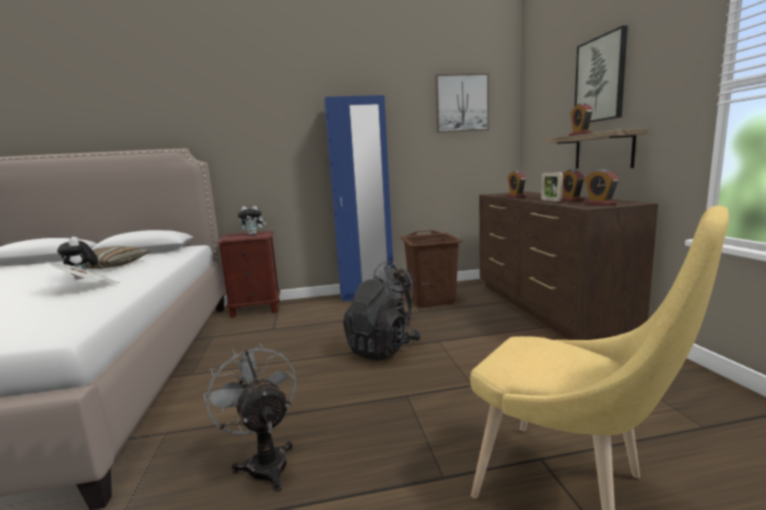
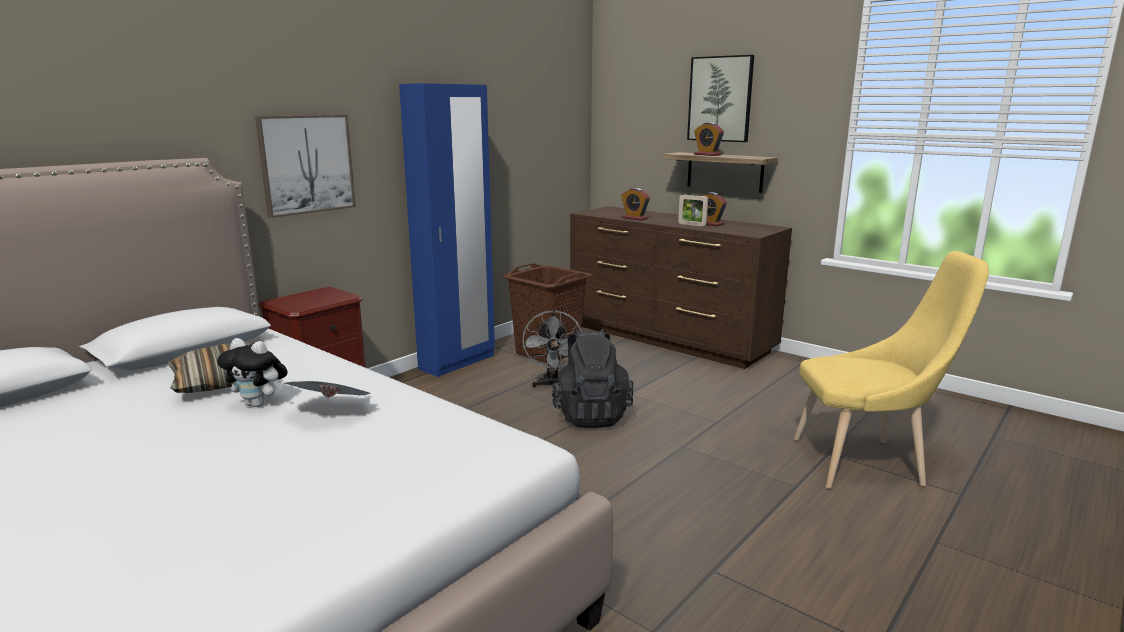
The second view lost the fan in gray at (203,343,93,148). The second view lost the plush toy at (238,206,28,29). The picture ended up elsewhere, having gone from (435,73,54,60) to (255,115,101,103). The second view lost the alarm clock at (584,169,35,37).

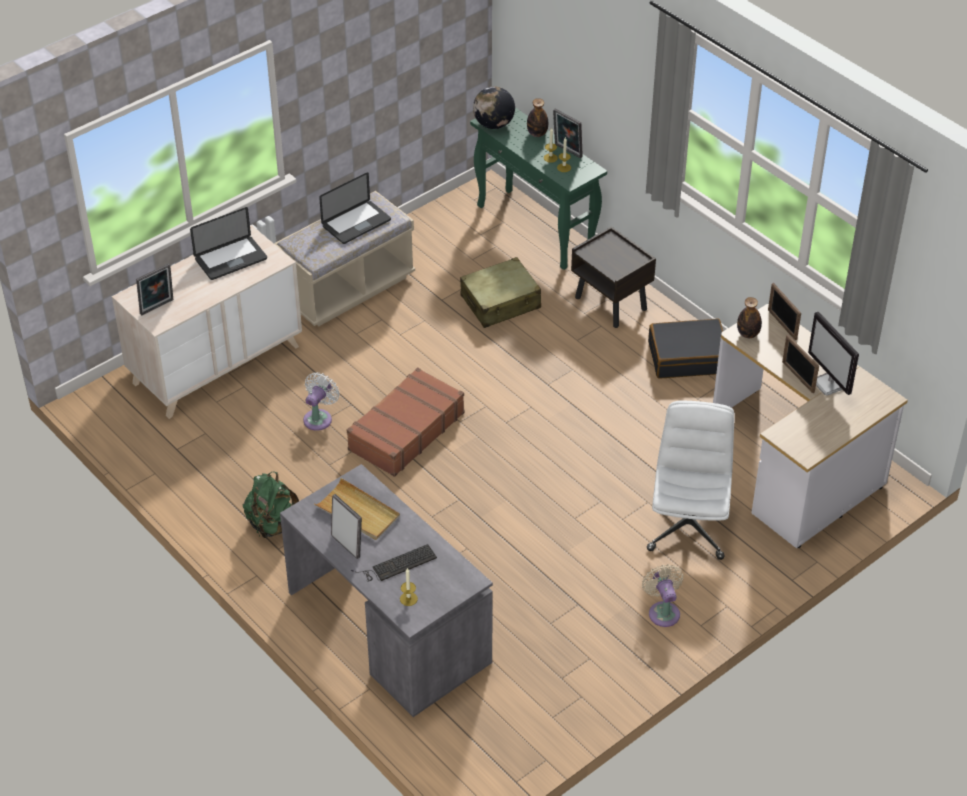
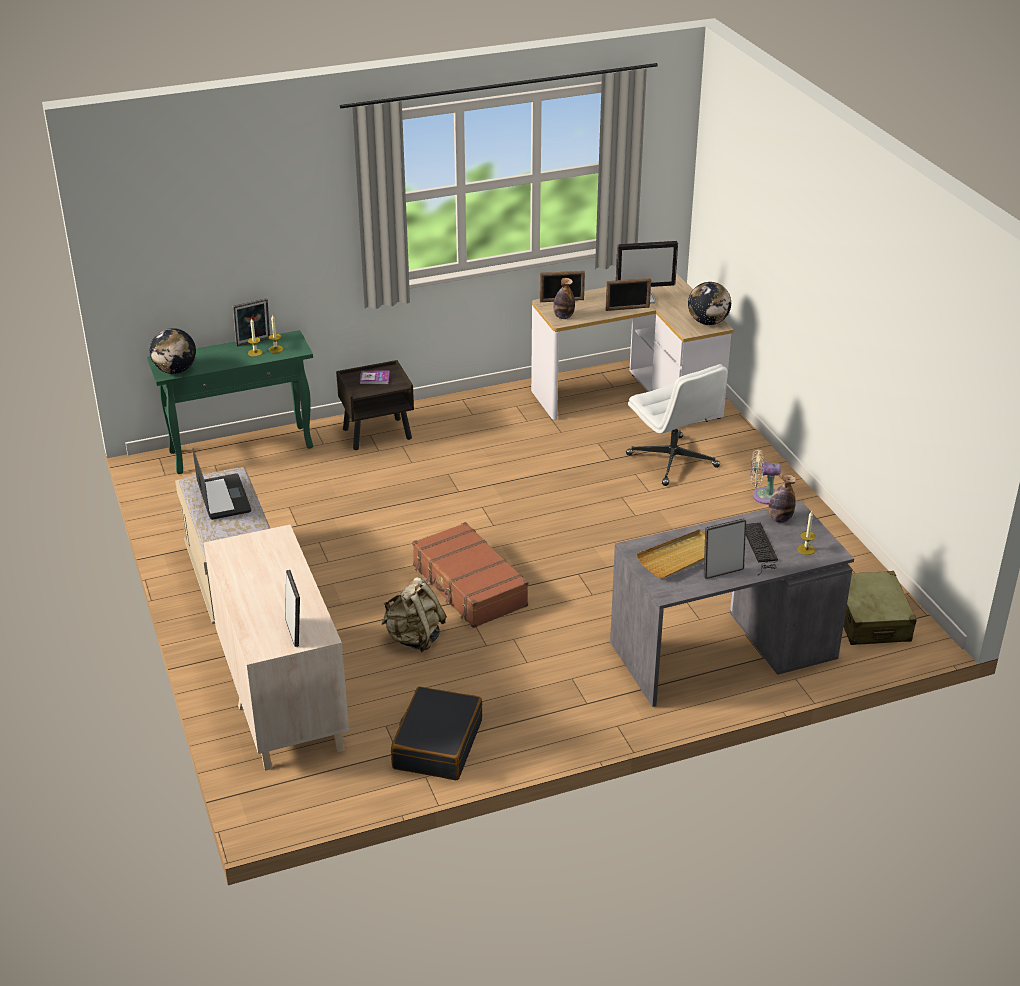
The second view lost the laptop at (190,207,77,73). The second view lost the rucksack in greenish at (243,471,56,68). Where the fan in white stood at (303,372,37,58), the rucksack in beige-coloured came to stand at (381,577,66,75). The suitcase in beige-coloured ended up elsewhere, having gone from (460,257,81,71) to (843,571,74,74). The drink bottle ended up elsewhere, having gone from (527,98,21,39) to (768,474,28,49). The office chair in white at (647,400,88,160) ended up facing another way, 150 degrees counterclockwise from before. The suitcase in blackish ended up elsewhere, having gone from (648,318,75,60) to (391,686,91,94). The second view gained the volume at (360,371,30,13). The second view gained the desk globe at (688,282,43,43).

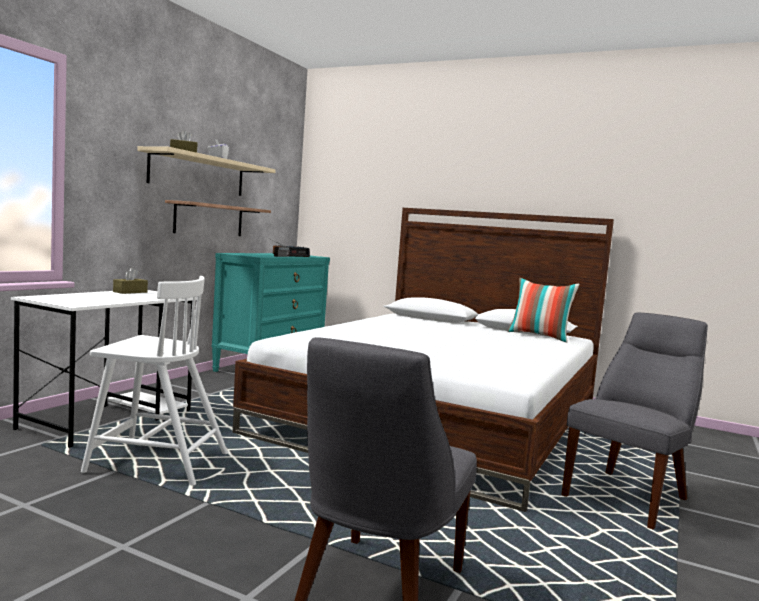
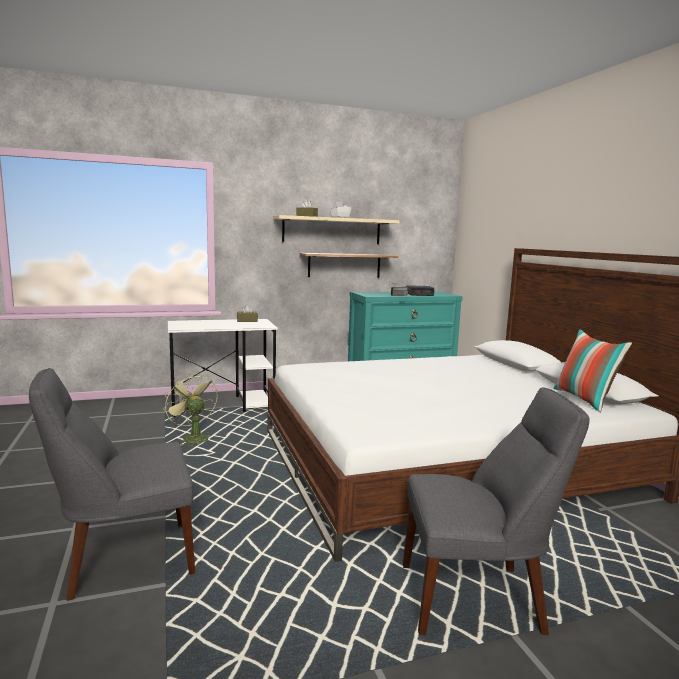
Where the upright chair in white stood at (81,276,147,209), the fan in greenish came to stand at (163,373,55,74).

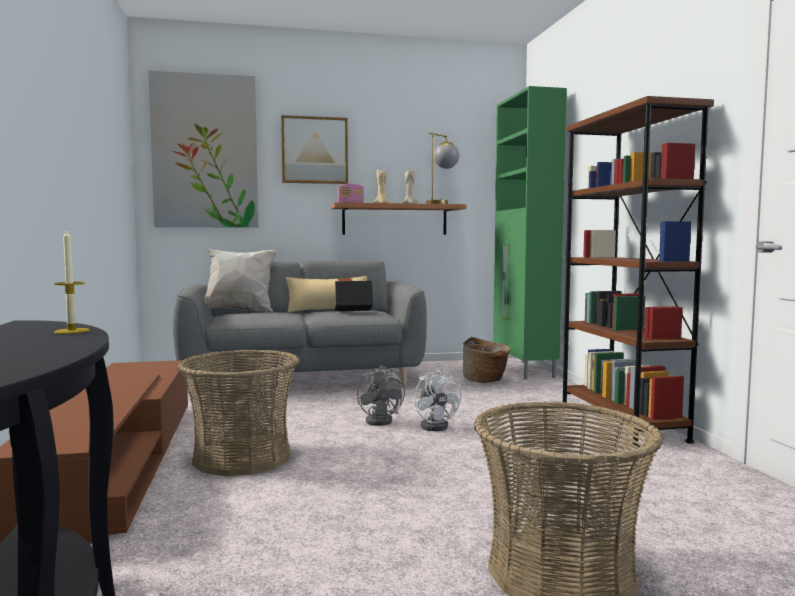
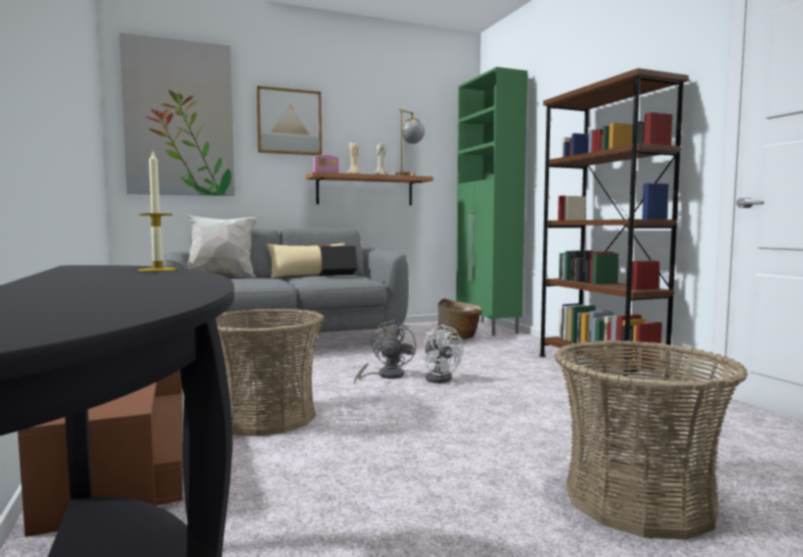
The fan in gray at (357,365,48,61) ended up facing another way, 135 degrees counterclockwise from before.

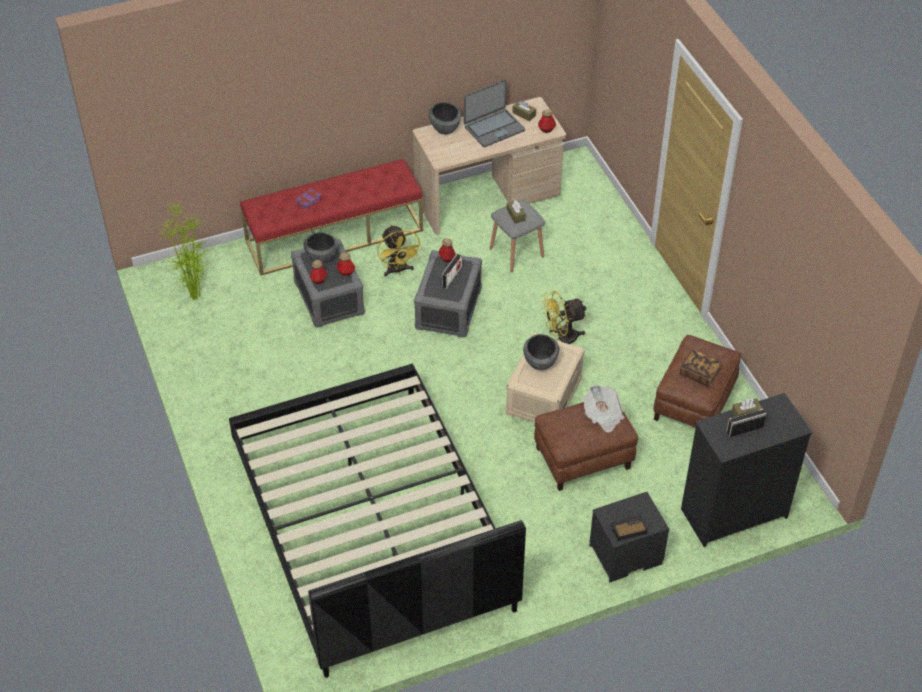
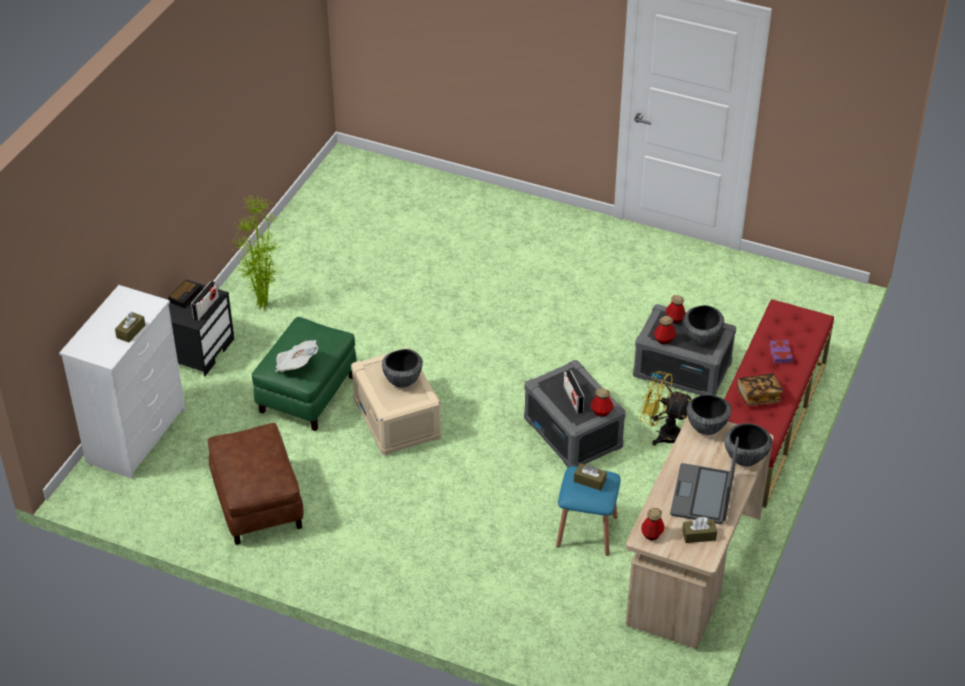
The houseplant ended up elsewhere, having gone from (160,202,47,98) to (231,195,52,116). The second view lost the bed in blackish at (229,364,297,314). What was the stool seat in gray at (490,200,55,72) turned into the stool seat in blue-coloured at (556,466,65,90). What was the footrest in brownish at (534,402,104,89) turned into the footrest in greenish at (251,317,106,114). The second view lost the fan in yellow at (542,291,45,53). The volume ended up elsewhere, having gone from (680,349,41,38) to (737,373,46,33). What was the chest of drawers in blackish at (681,393,132,154) turned into the chest of drawers in white at (59,285,127,194). The radio set ended up elsewhere, having gone from (726,409,40,28) to (191,281,28,40). The second view gained the serving bowl at (686,394,45,41).

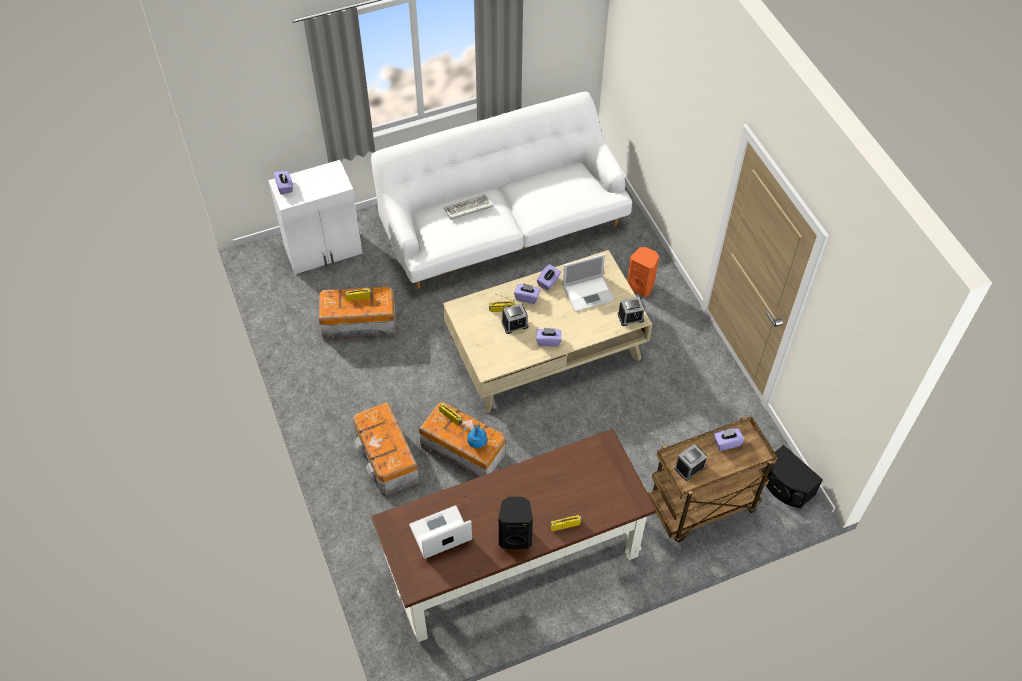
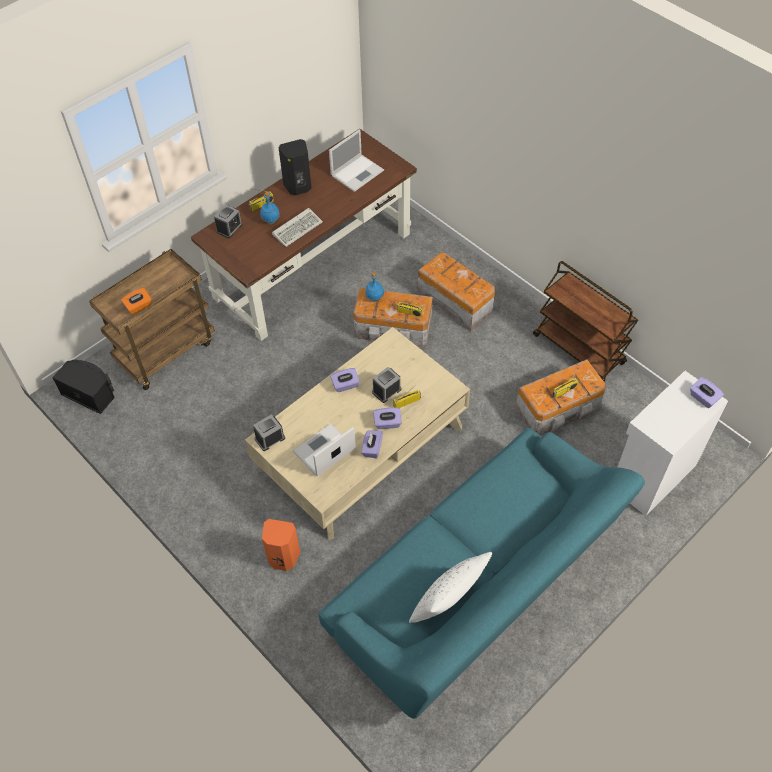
What was the sofa in white at (371,92,261,197) turned into the sofa in turquoise at (319,428,326,291). The keyboard ended up elsewhere, having gone from (444,195,49,25) to (272,208,51,39). The alarm clock ended up elsewhere, having gone from (674,444,33,37) to (214,204,29,35). What was the box of tissues in purple at (713,428,32,23) turned into the box of tissues in orangey at (121,288,31,27). The second view gained the drink bottle in blue-coloured at (260,192,20,32). The second view gained the throw pillow in white at (409,552,83,71). The second view gained the wheeled cart in brownish at (533,261,105,120).

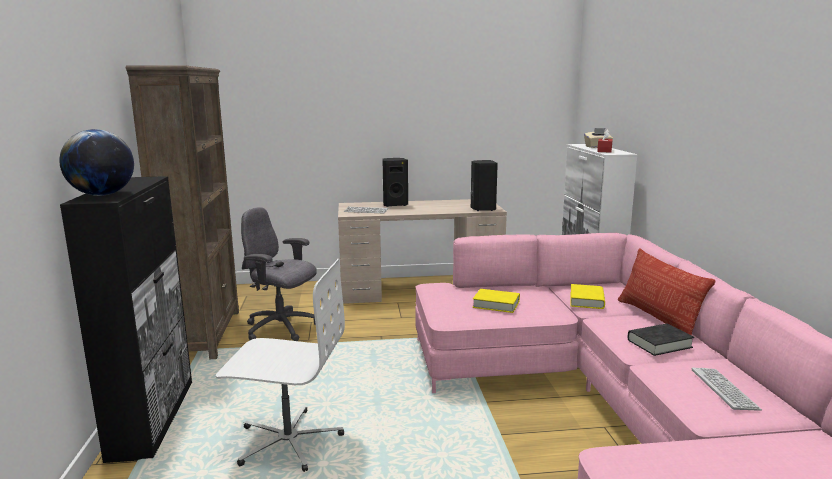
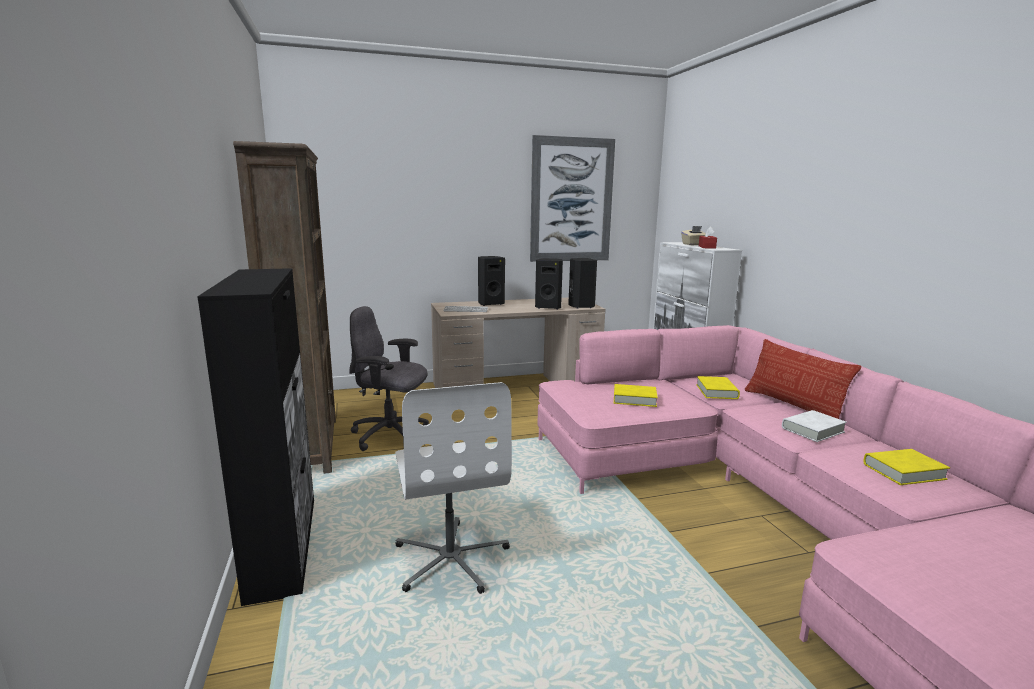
The second view lost the desk globe at (59,129,75,67). The office chair in white at (216,259,129,213) ended up facing another way, 75 degrees clockwise from before. What was the volume in blackish at (627,324,67,32) turned into the volume in white at (782,410,65,32). Where the keyboard stood at (692,368,70,43), the volume in yellow came to stand at (863,449,87,36). The second view gained the picture at (530,135,85,127). The second view gained the audio speaker in blackish at (535,258,28,51).

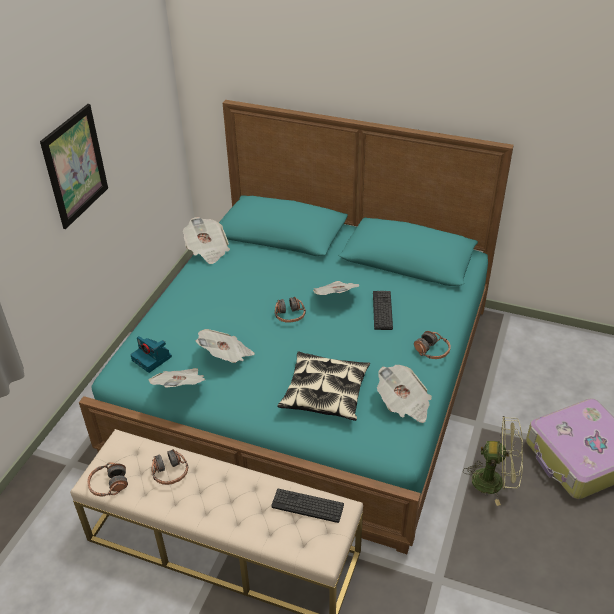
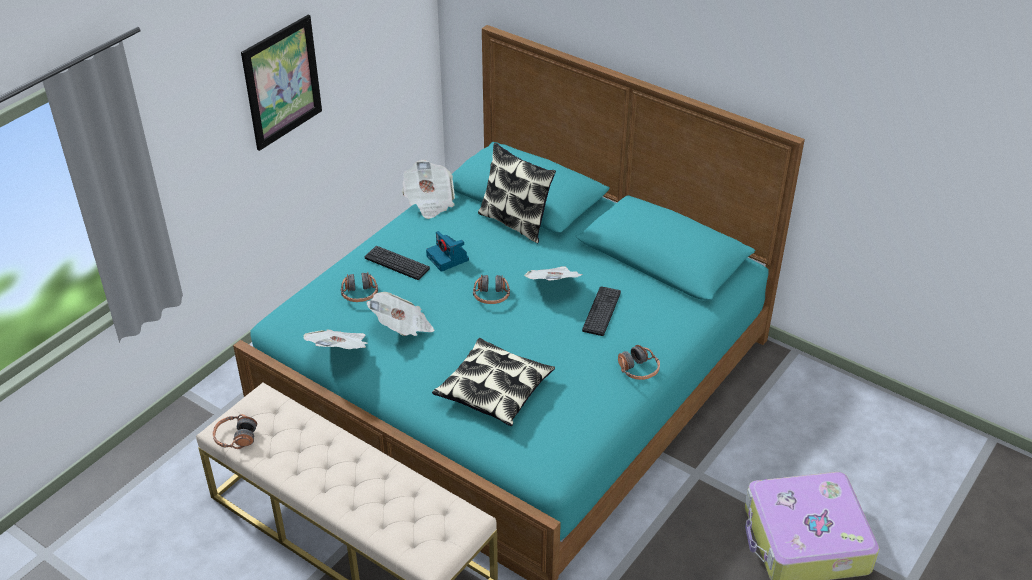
The still camera ended up elsewhere, having gone from (131,336,41,37) to (426,231,43,41). The pair of headphones ended up elsewhere, having gone from (151,449,37,36) to (341,272,37,30). The keyboard ended up elsewhere, having gone from (271,489,73,34) to (365,246,65,34). The second view lost the printed paper at (377,365,55,58). The second view lost the fan in greenish at (463,416,60,90). The second view gained the throw pillow at (478,143,78,100).

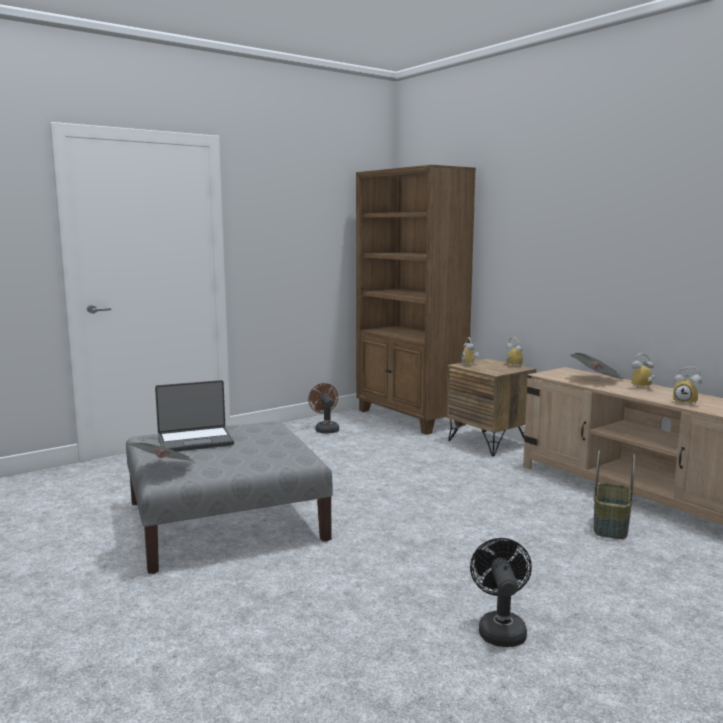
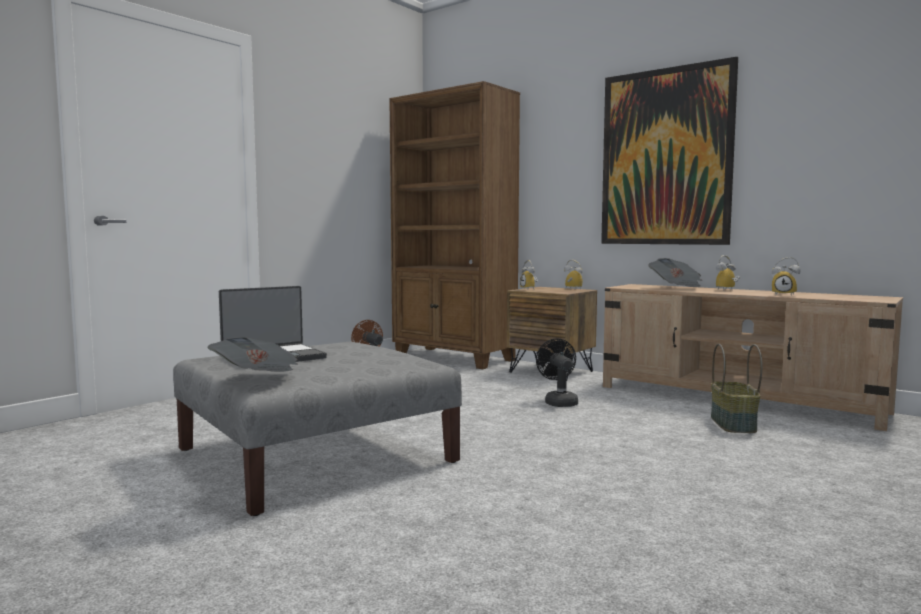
The fan in blackish ended up elsewhere, having gone from (470,538,62,109) to (536,339,42,68). The second view gained the picture at (601,57,137,188).

